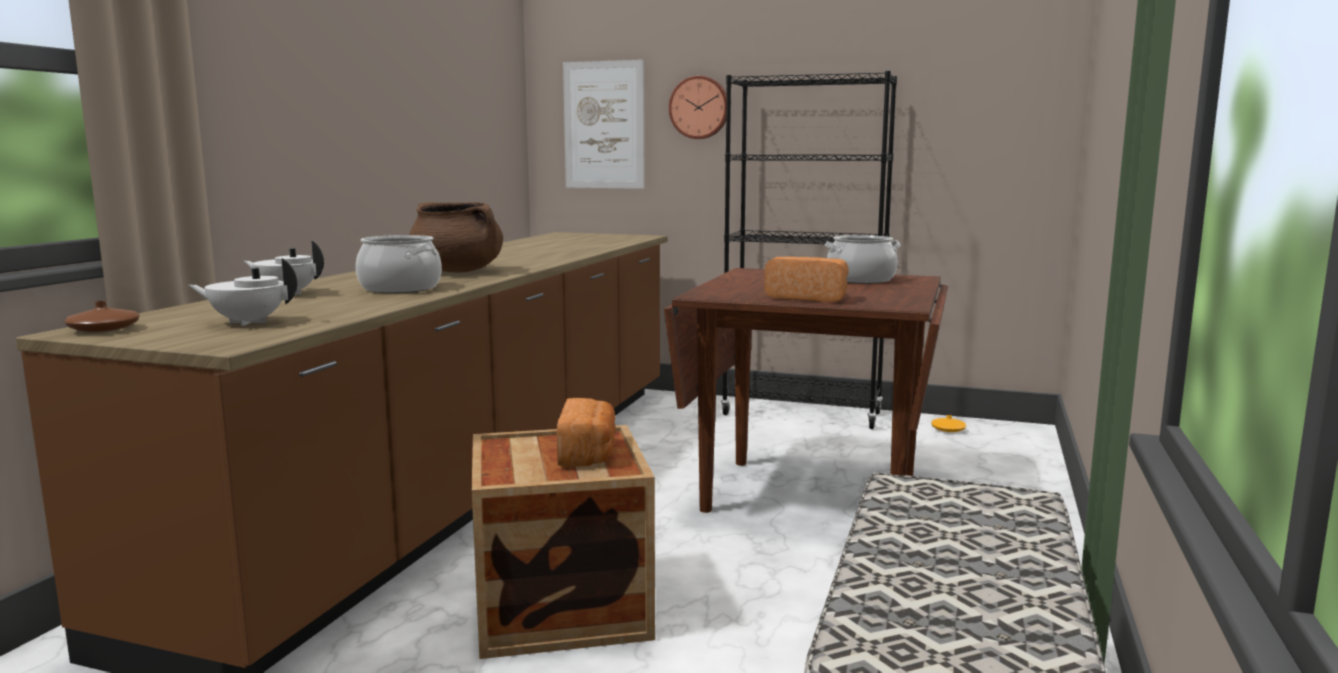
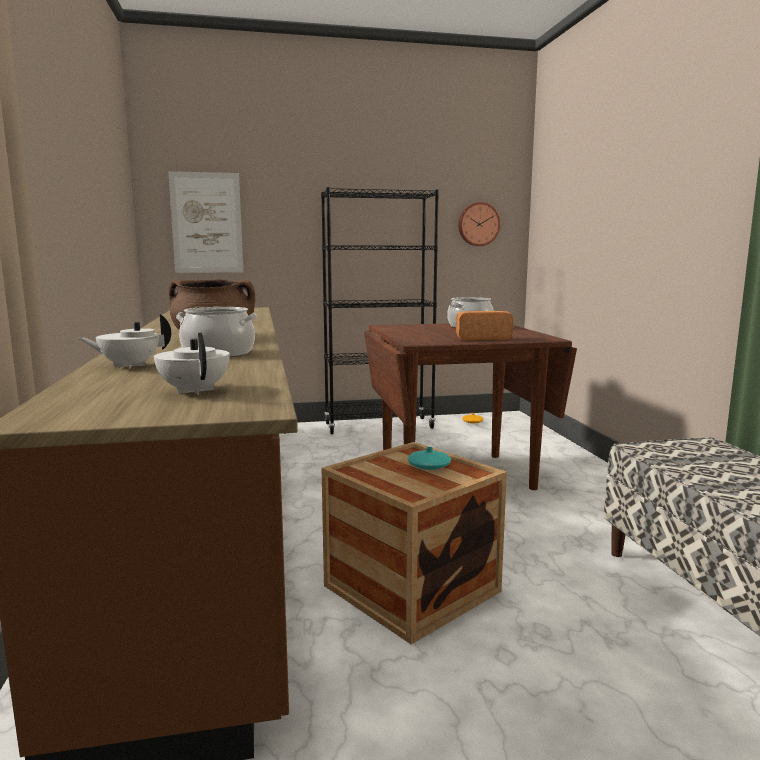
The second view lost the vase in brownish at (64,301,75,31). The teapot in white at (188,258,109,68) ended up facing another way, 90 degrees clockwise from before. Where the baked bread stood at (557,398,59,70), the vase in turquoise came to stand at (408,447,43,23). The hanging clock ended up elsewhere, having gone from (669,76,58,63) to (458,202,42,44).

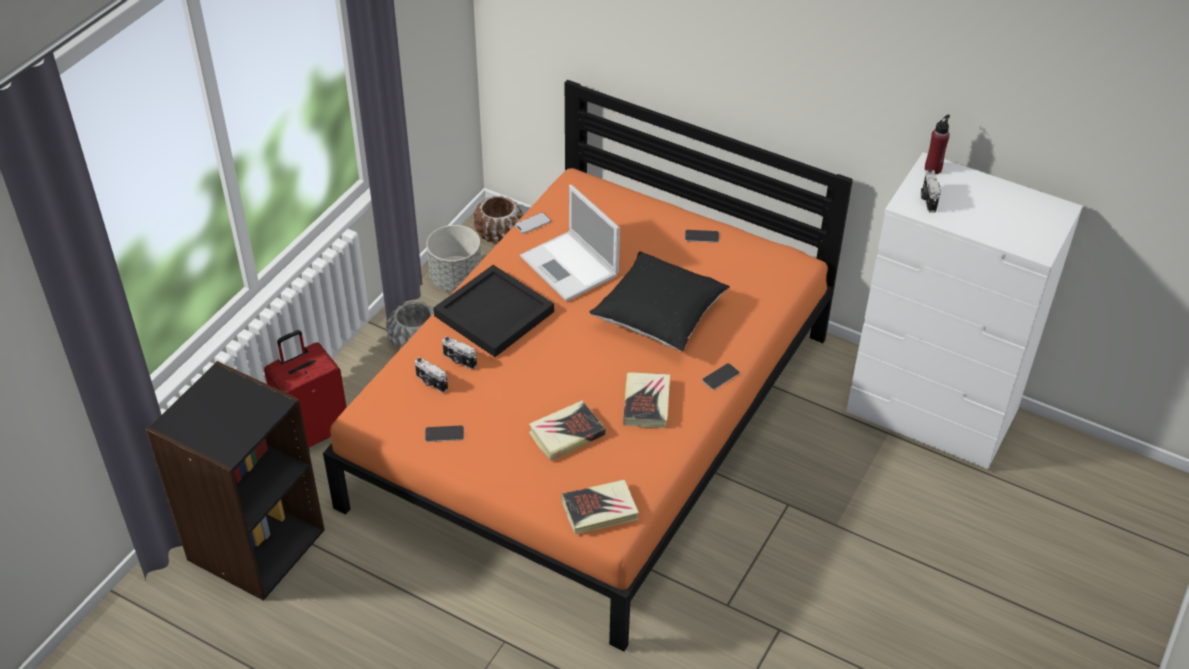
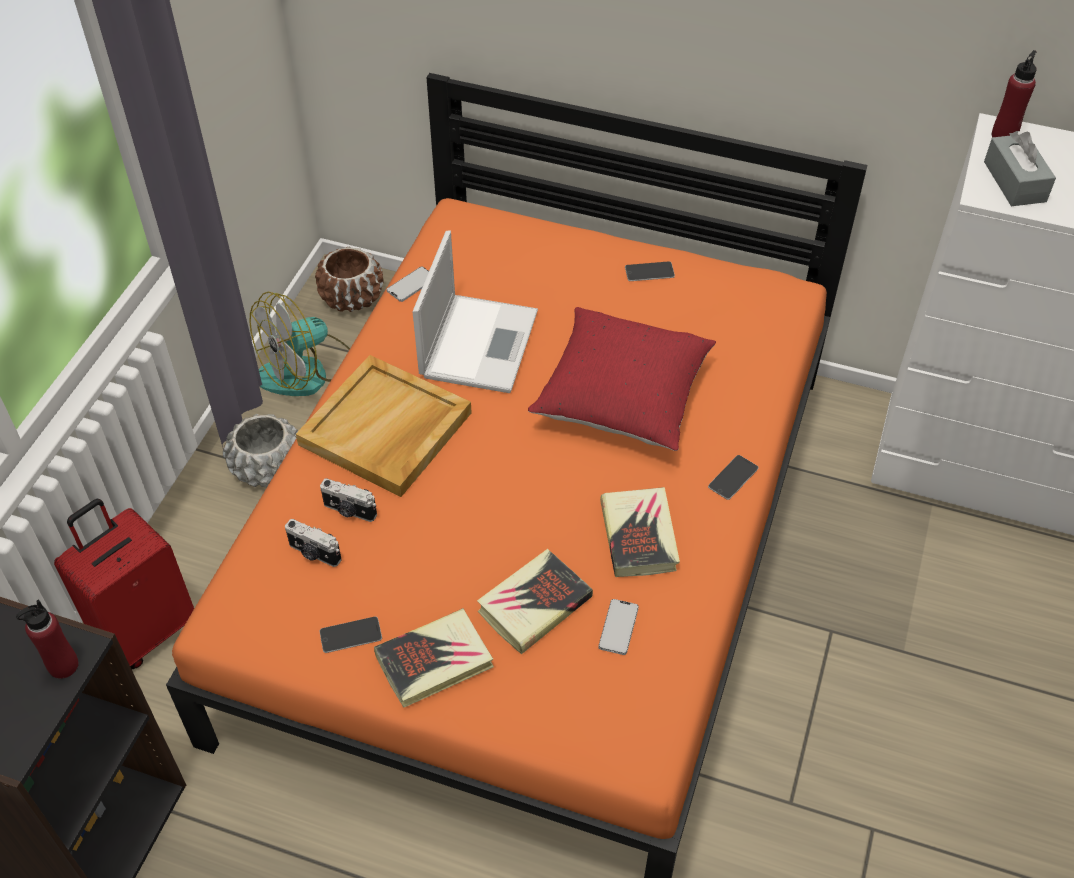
Where the planter in gray stood at (426,225,55,67), the fan came to stand at (249,292,101,104). What was the serving tray in blackish at (433,265,121,92) turned into the serving tray in beige-coloured at (296,355,176,142). The laptop at (520,185,100,117) ended up facing another way, 120 degrees counterclockwise from before. The volume ended up elsewhere, having gone from (561,479,78,56) to (374,608,120,99). What was the throw pillow in blackish at (589,251,141,101) turned into the throw pillow in red-coloured at (528,307,188,144). Where the still camera stood at (921,169,20,43), the box of tissues in gray came to stand at (984,131,72,75). The second view gained the drink bottle in red-coloured at (16,599,63,80). The second view gained the phone at (599,599,40,56).

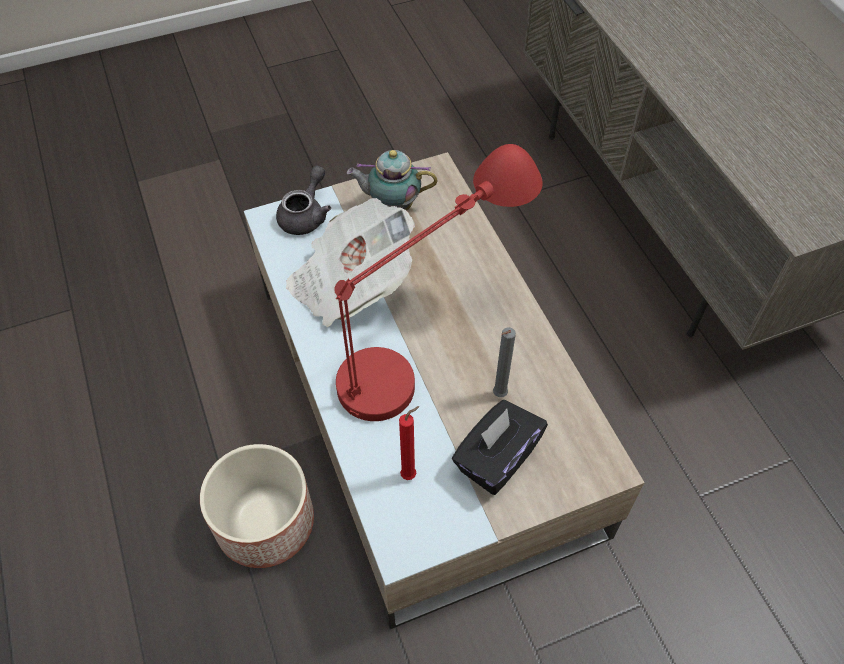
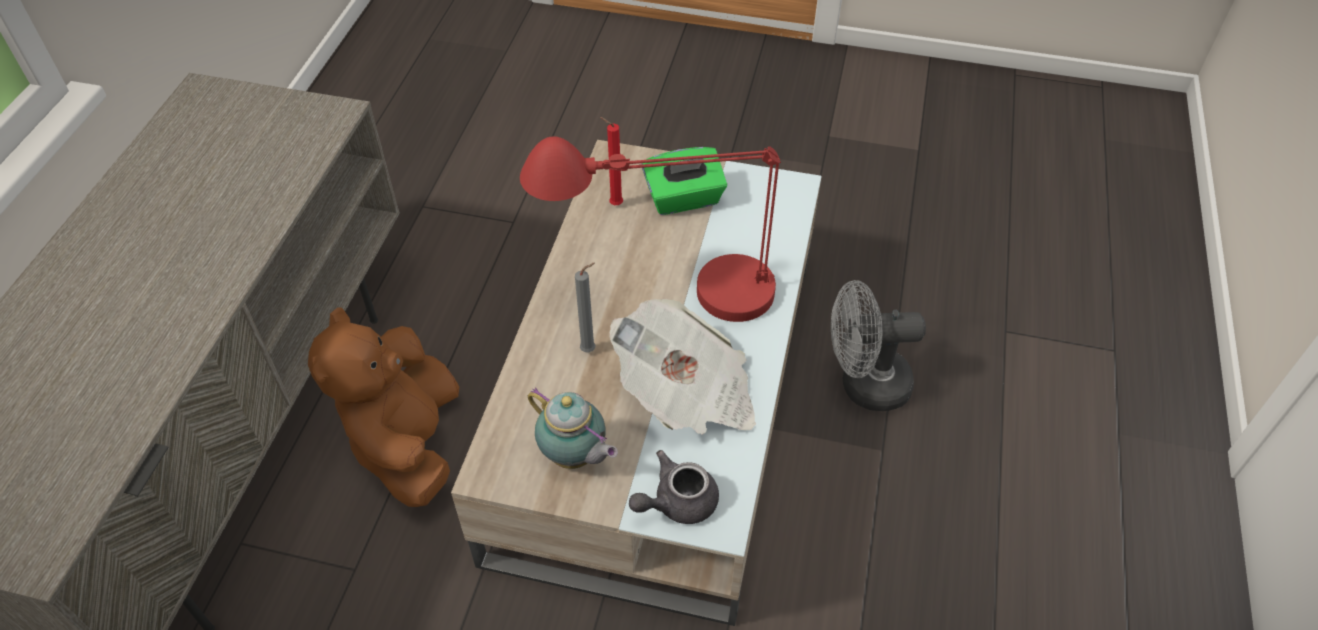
Where the planter stood at (200,444,114,124), the fan in gray came to stand at (831,280,95,131). The wax candle in red-coloured ended up elsewhere, having gone from (399,406,21,74) to (600,117,23,88). What was the box of tissues in blackish at (452,400,96,95) turned into the box of tissues in greenish at (642,147,85,68). The wax candle in gray ended up elsewhere, having gone from (493,327,23,70) to (575,263,20,89). The second view gained the plush toy in brownish at (308,307,151,200).

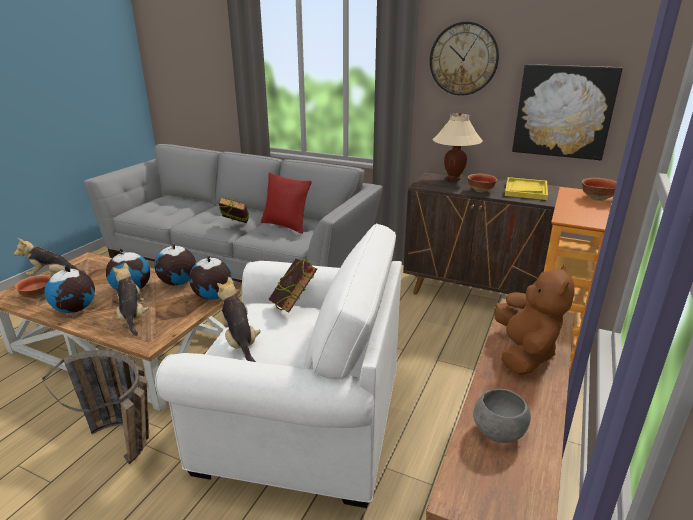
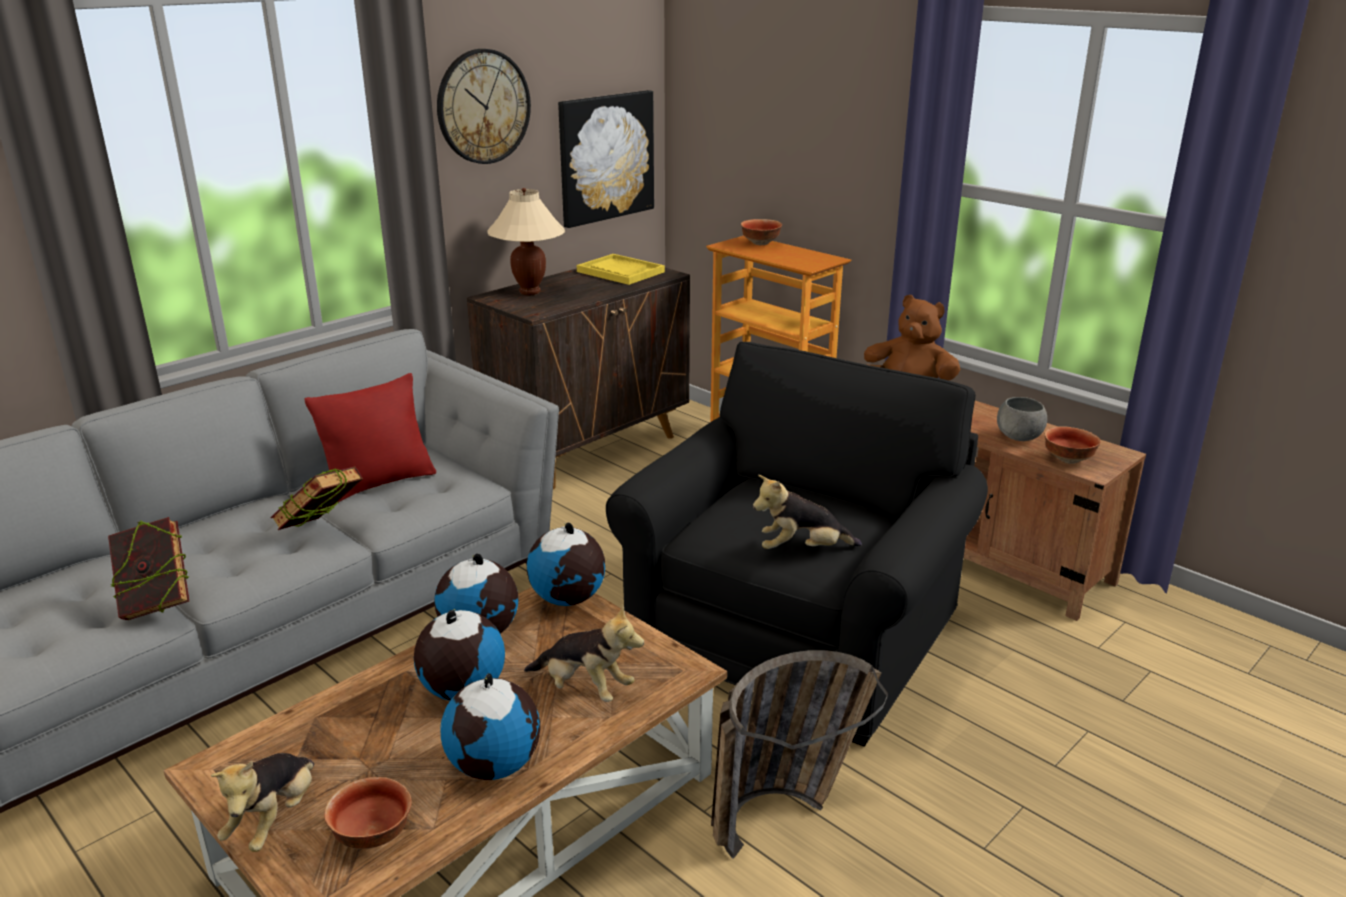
The plush toy at (112,263,37,73) ended up facing another way, 150 degrees counterclockwise from before. What was the easy chair in white at (155,223,247,285) turned into the easy chair in blackish at (606,342,382,405). The volume ended up elsewhere, having gone from (268,259,49,54) to (108,517,81,103). The serving bowl ended up elsewhere, having gone from (467,174,30,18) to (1045,426,56,38).

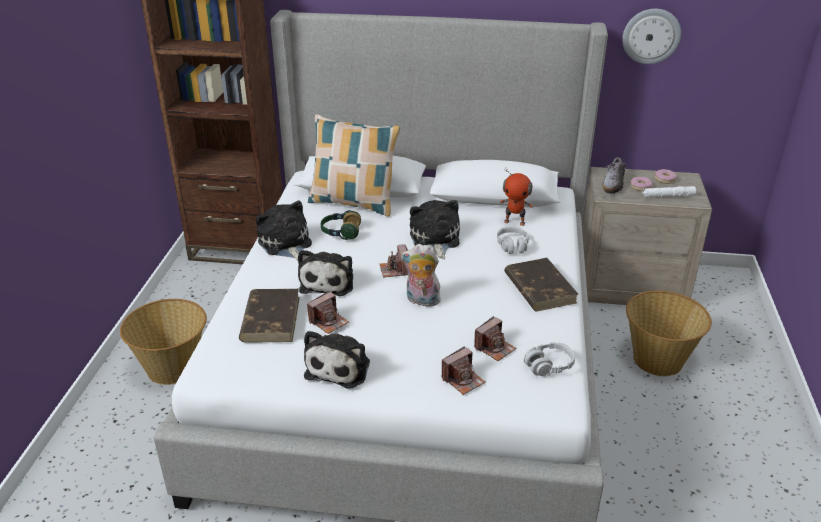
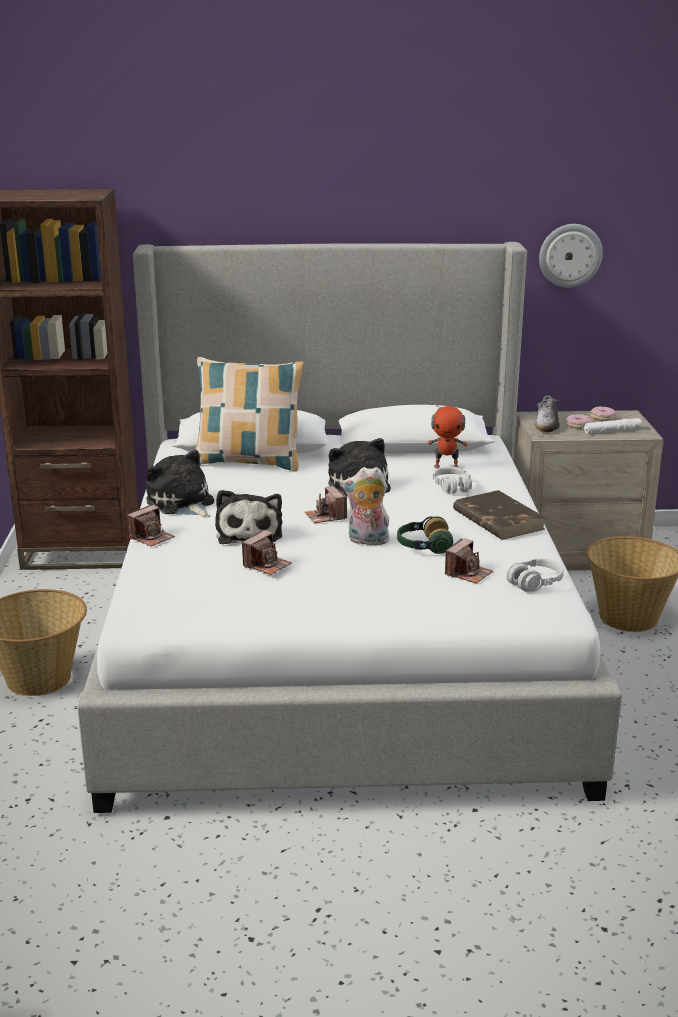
The second view lost the volume in brownish at (239,289,61,54). The second view lost the plush toy at (304,331,66,58). The pair of headphones ended up elsewhere, having gone from (321,210,40,30) to (397,516,56,38). The still camera ended up elsewhere, having gone from (441,346,45,49) to (127,505,48,42).

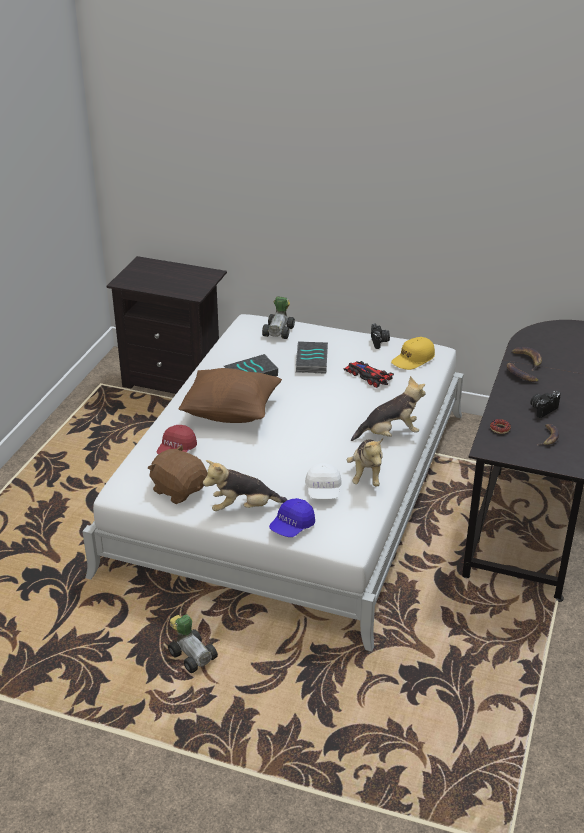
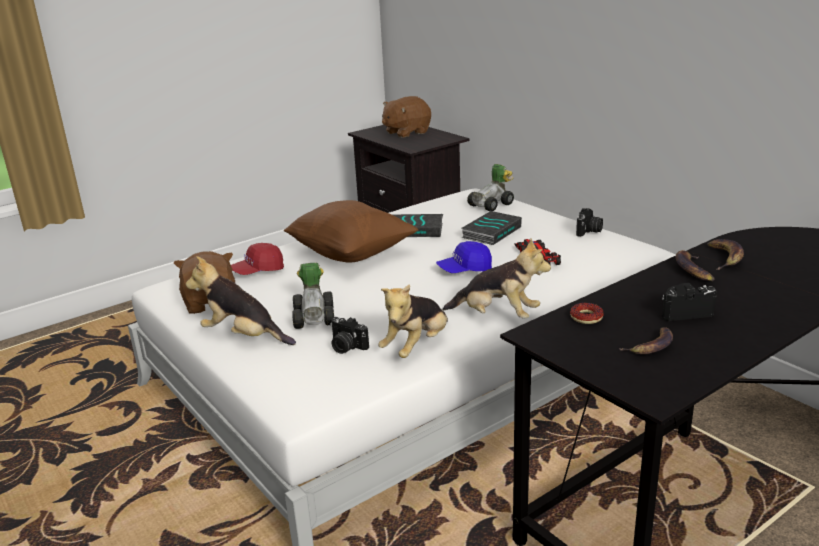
The model car ended up elsewhere, having gone from (168,614,50,59) to (292,263,42,66). The cap in blue-coloured ended up elsewhere, having gone from (269,498,46,39) to (436,241,56,32). Where the cap in white stood at (305,463,37,36), the still camera came to stand at (330,317,39,37). The second view lost the cap in yellow at (391,337,44,33). The second view gained the plush toy in brownish at (382,96,49,42).

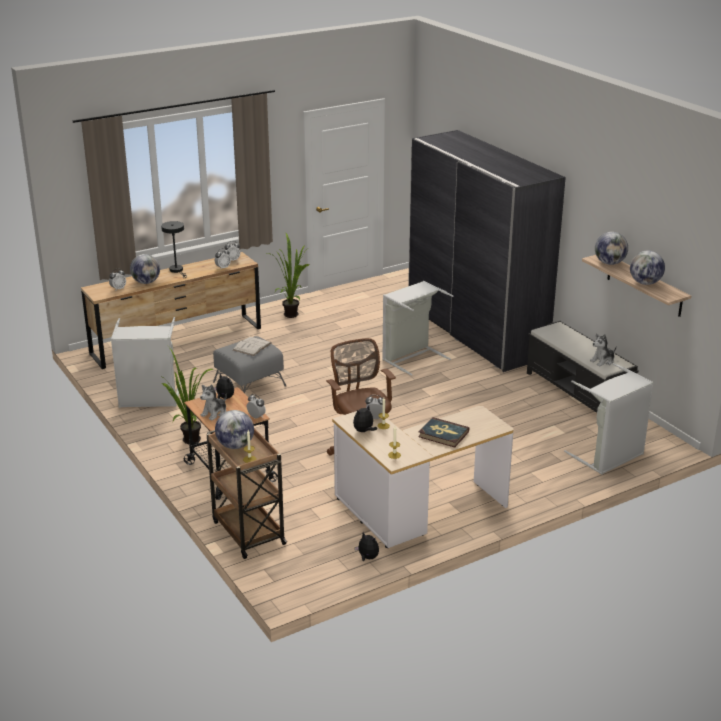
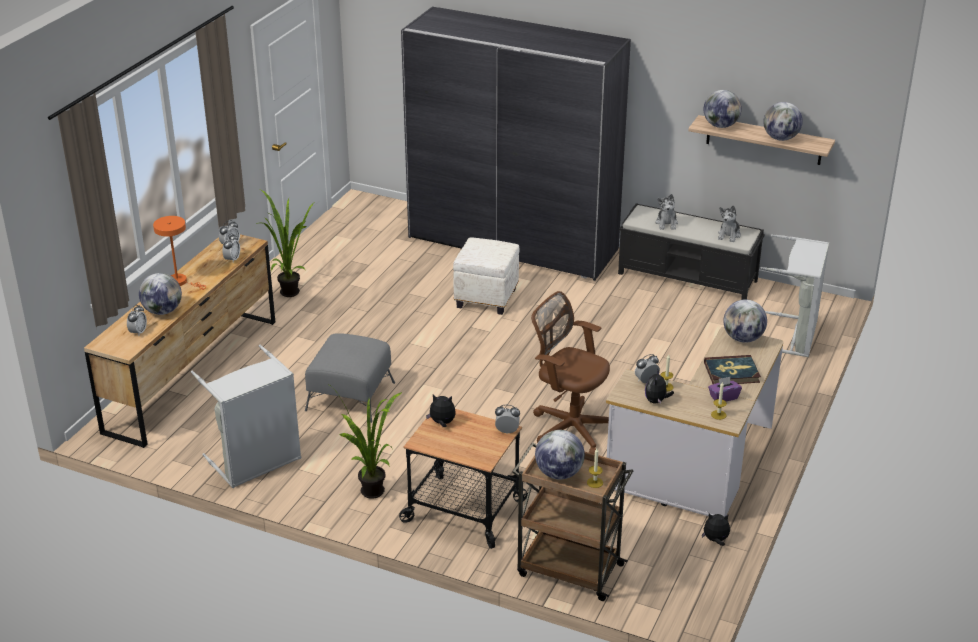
What was the table lamp in blackish at (161,221,26,57) turned into the table lamp in orangey at (153,216,53,74). The plush toy ended up elsewhere, having gone from (200,384,27,36) to (655,194,23,36). The second view lost the volume in white at (233,337,38,19). Where the laundry basket in gray stood at (382,281,71,95), the footrest in white came to stand at (453,237,66,78). The second view gained the box of tissues in purple at (708,377,34,25). The second view gained the desk globe at (723,299,44,44).

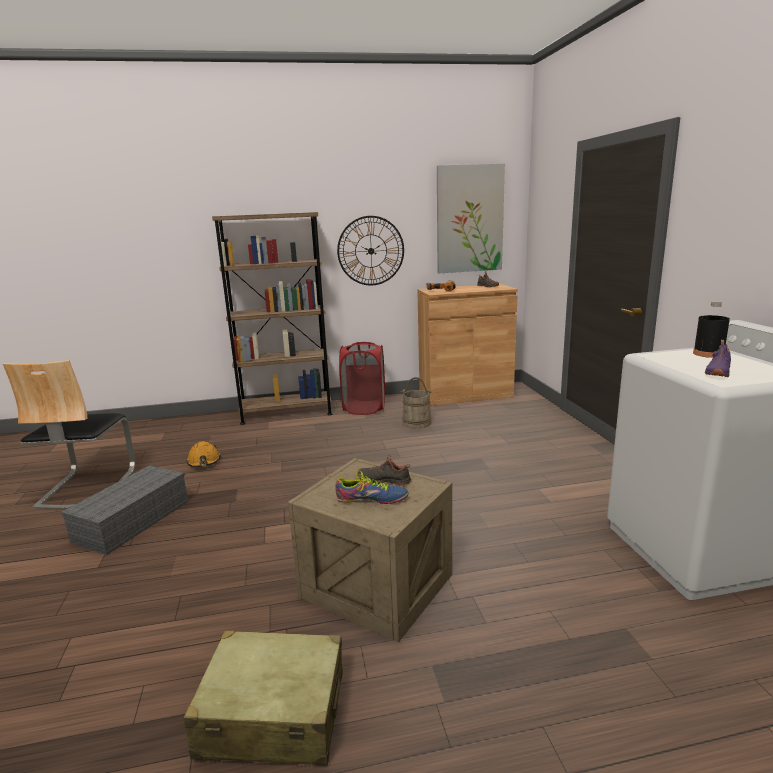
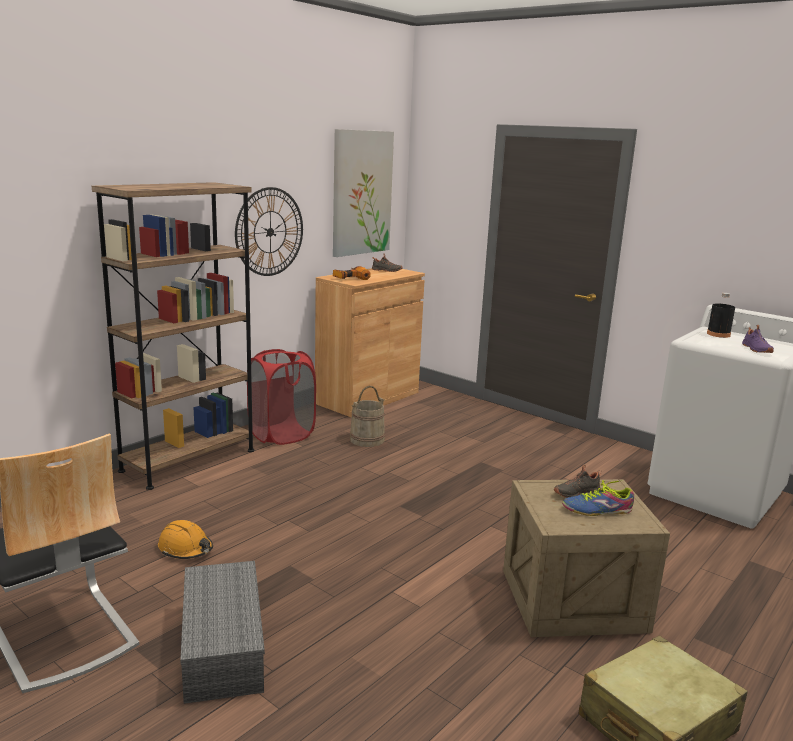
The low shoe at (335,471,74,33) ended up facing another way, 150 degrees counterclockwise from before.

